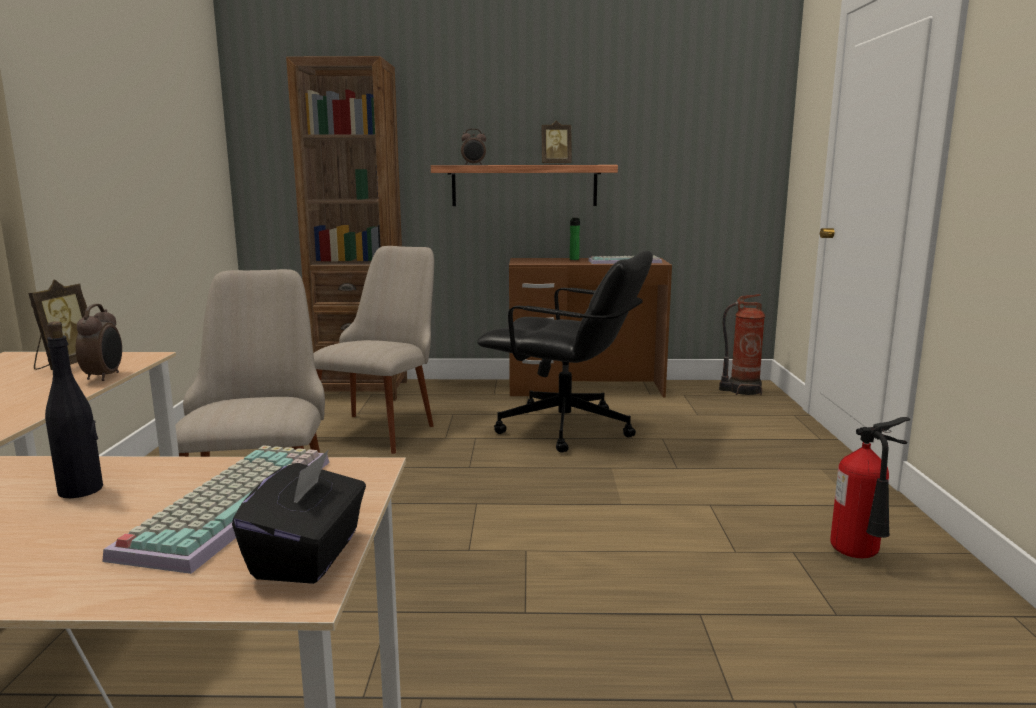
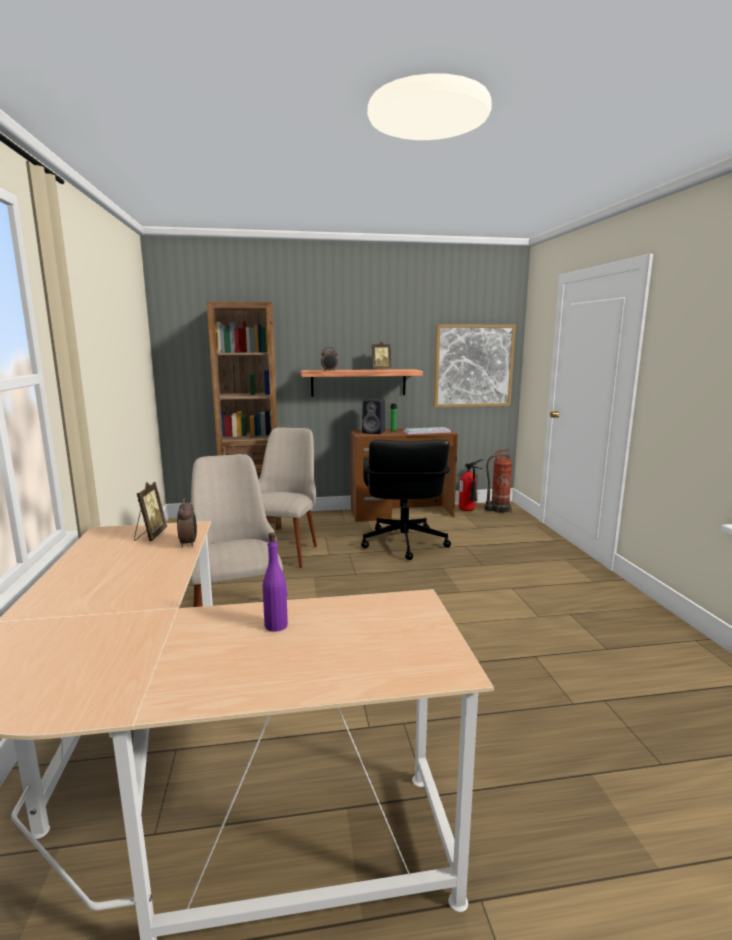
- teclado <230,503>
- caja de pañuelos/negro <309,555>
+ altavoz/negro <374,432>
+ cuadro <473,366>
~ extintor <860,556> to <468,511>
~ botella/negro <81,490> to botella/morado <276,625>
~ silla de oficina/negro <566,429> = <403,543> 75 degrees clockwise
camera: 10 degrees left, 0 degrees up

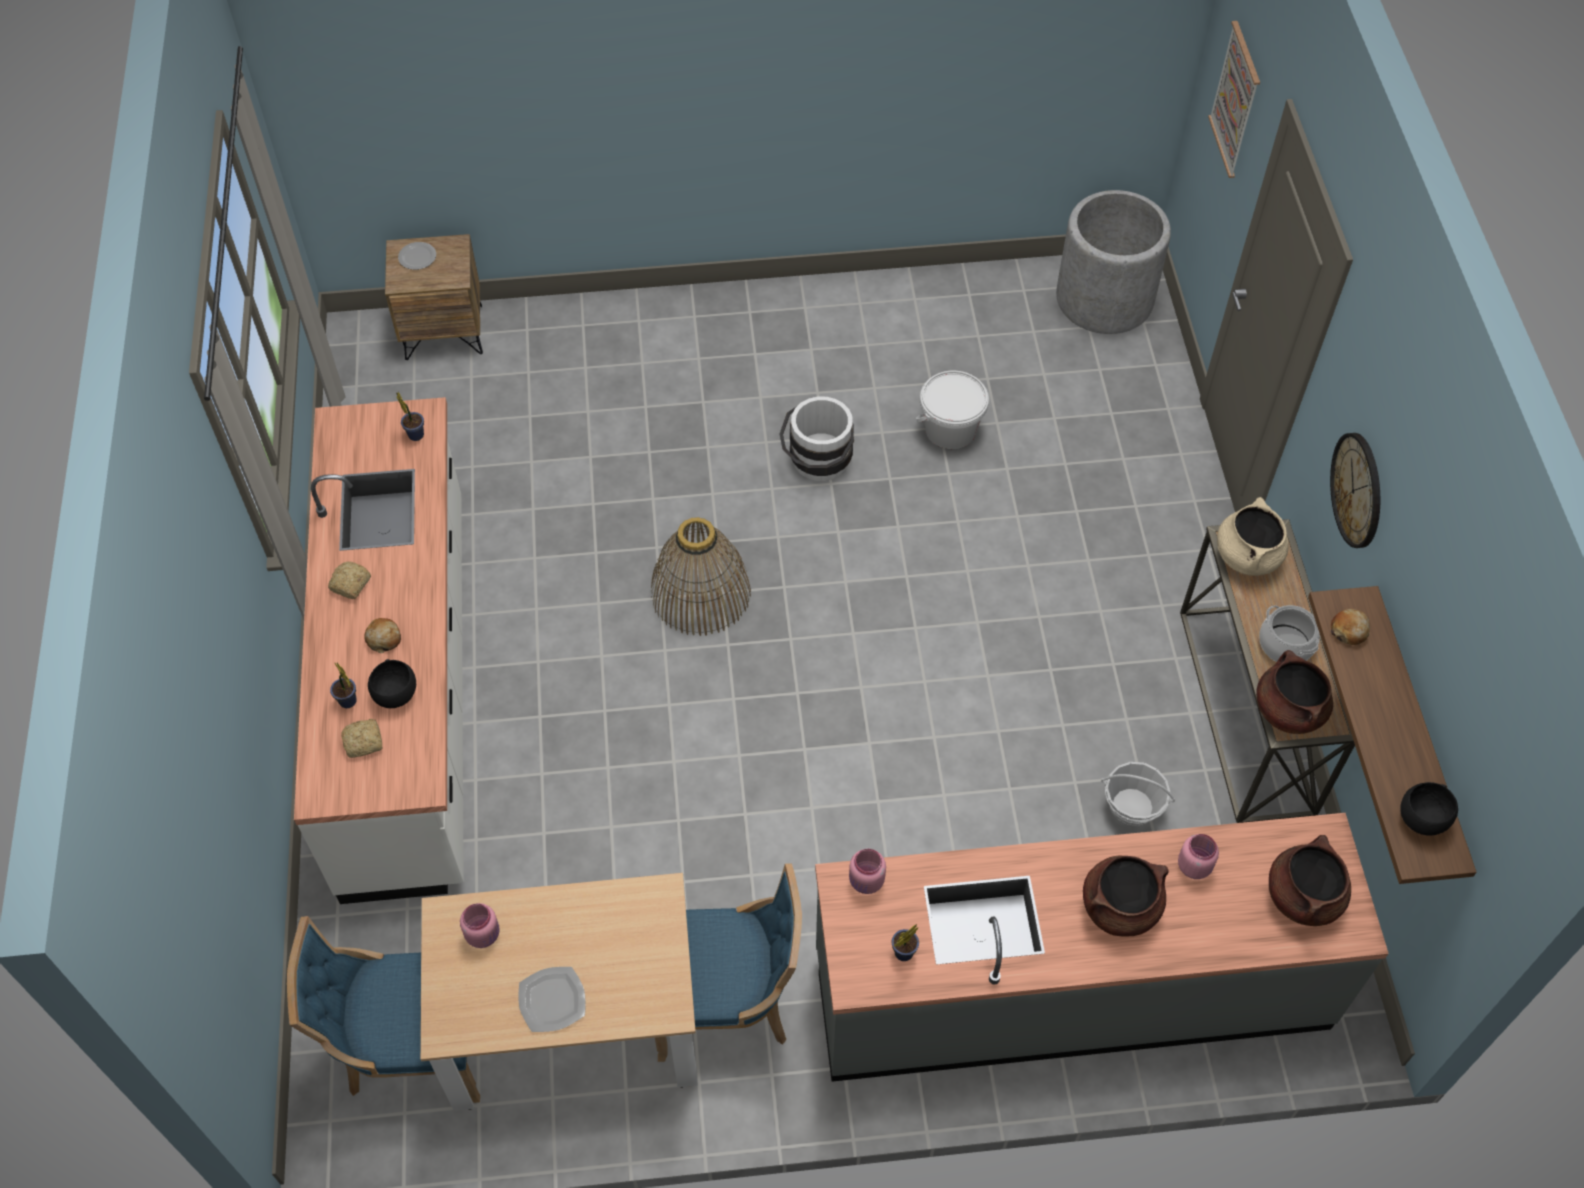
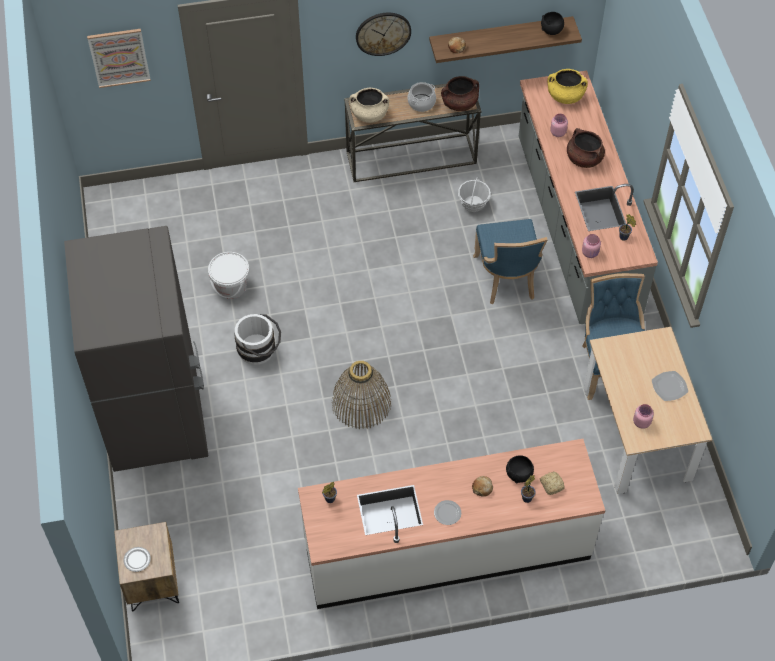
- maceta/gris <1104,299>
+ nevera/gris <156,414>
~ silla/azul <411,1047> to <507,279>
~ pan <349,585> to plato <447,513>
~ olla/marrón <1302,896> to olla/amarillo <565,96>
camera: 95 degrees left, 0 degrees up

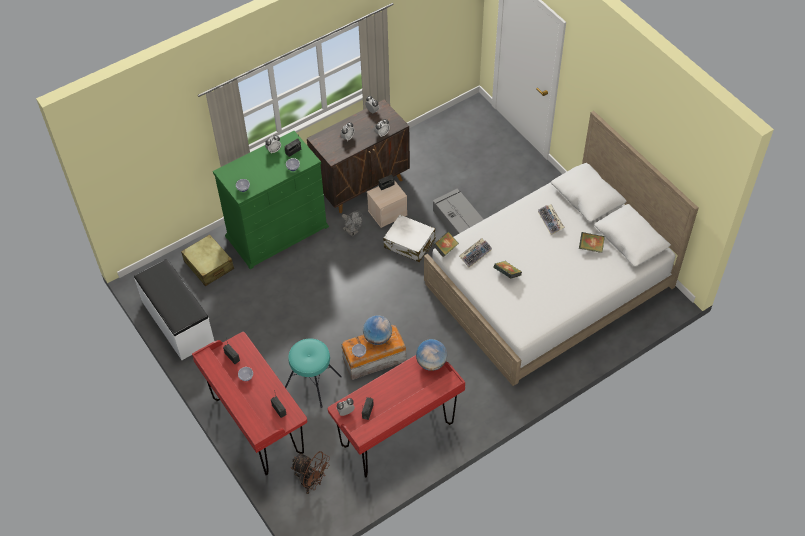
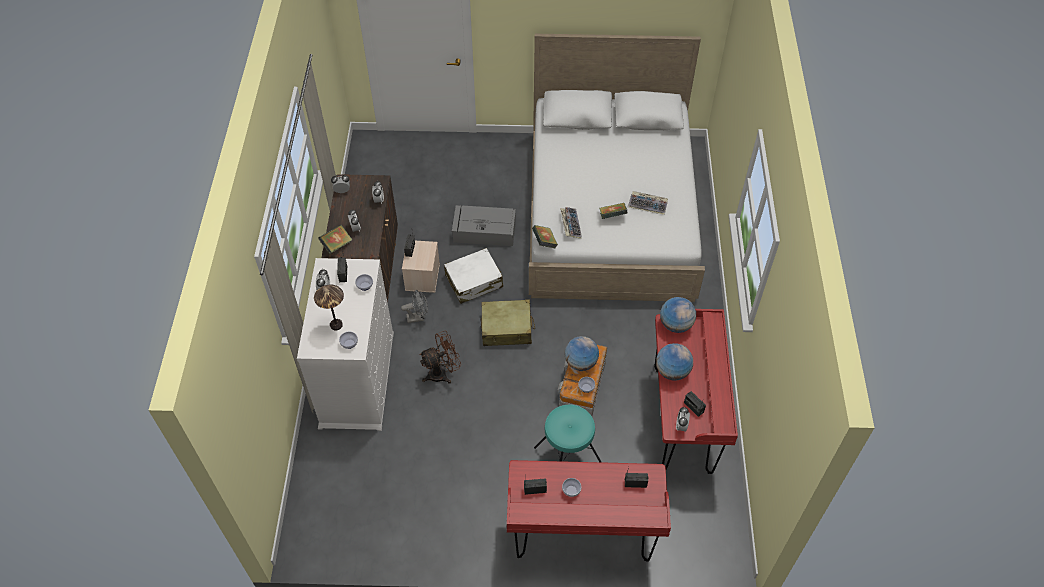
- banco/blanco <177,322>
+ lámpara de mesa <336,325>
+ globo terráqueo <672,371>
~ maleta/beis <209,265> to <507,328>
~ ventilador/marrón <312,482> to <442,373>
~ teclado <551,221> to <648,205>
~ libro <591,247> to <337,245>
~ cómoda/verde <277,231> to cómoda/blanco <357,378>
camera: 55 degrees left, 0 degrees up

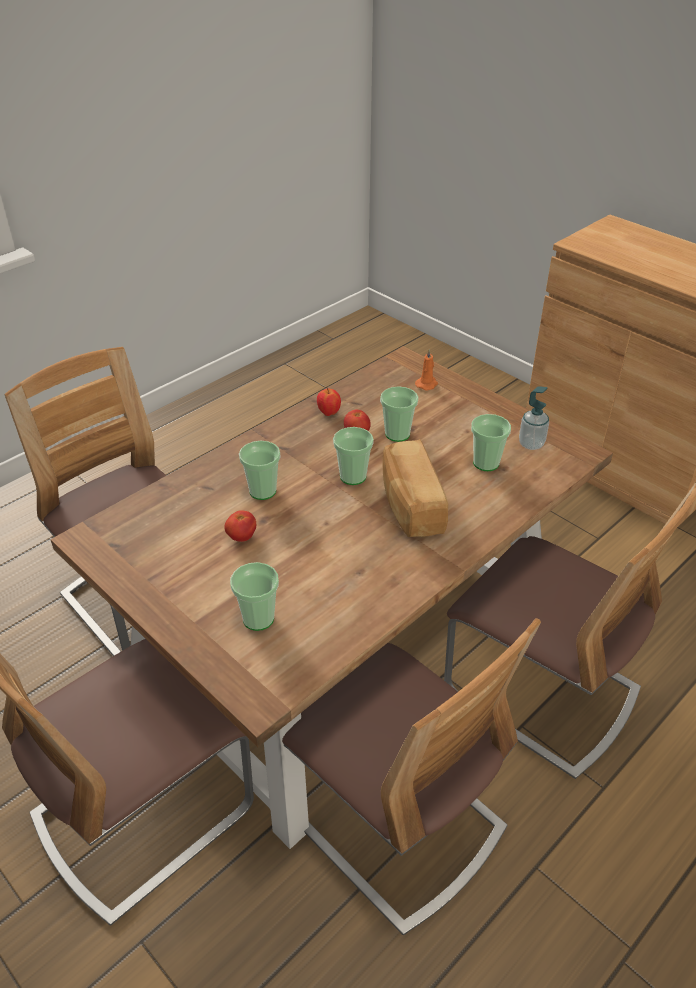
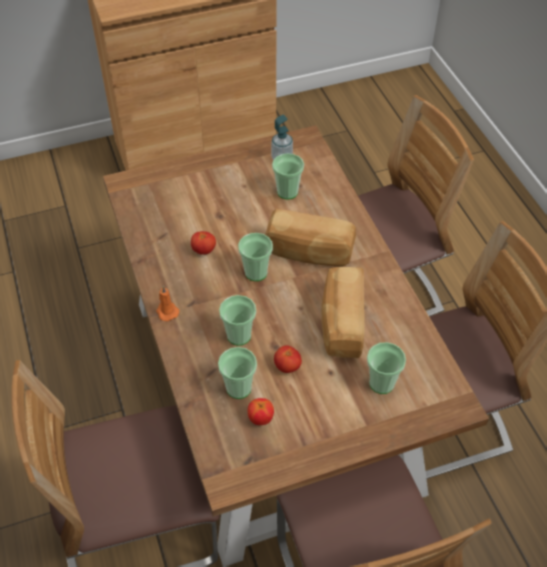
+ pan <341,323>
~ manzana <329,413> to <260,419>
~ taza <397,434> to <239,388>
~ vela/naranja <427,384> to <167,311>
camera: 65 degrees left, 10 degrees up

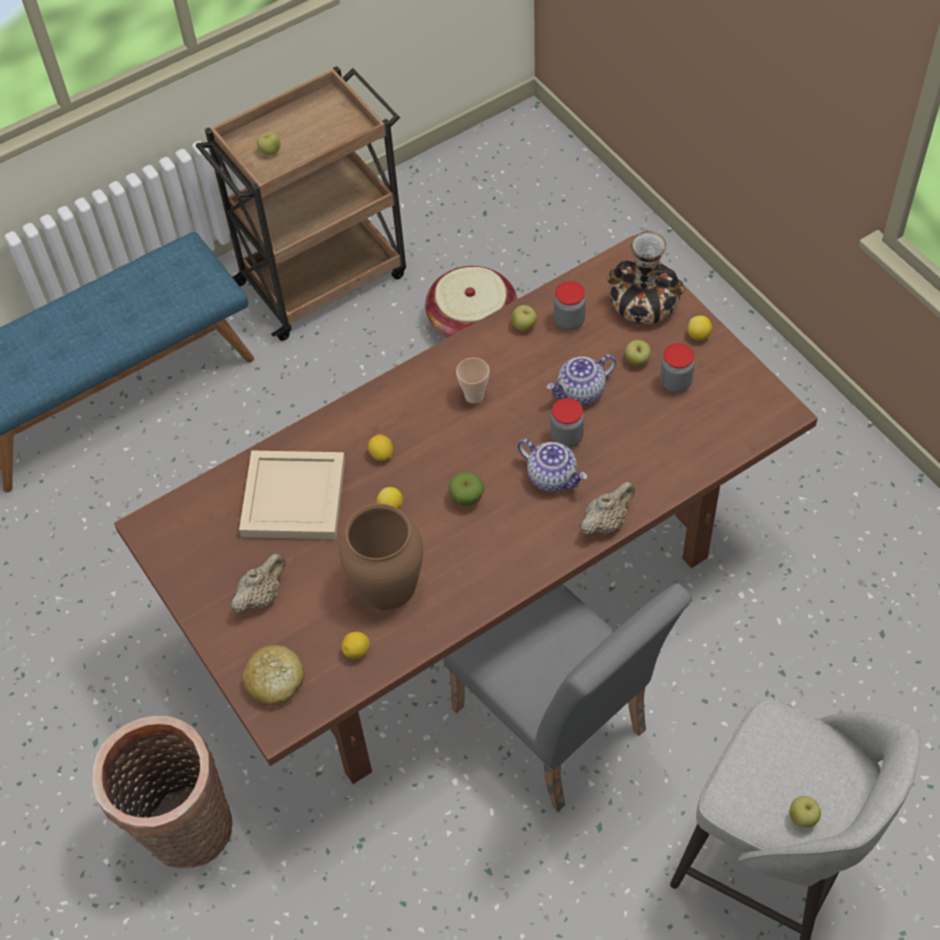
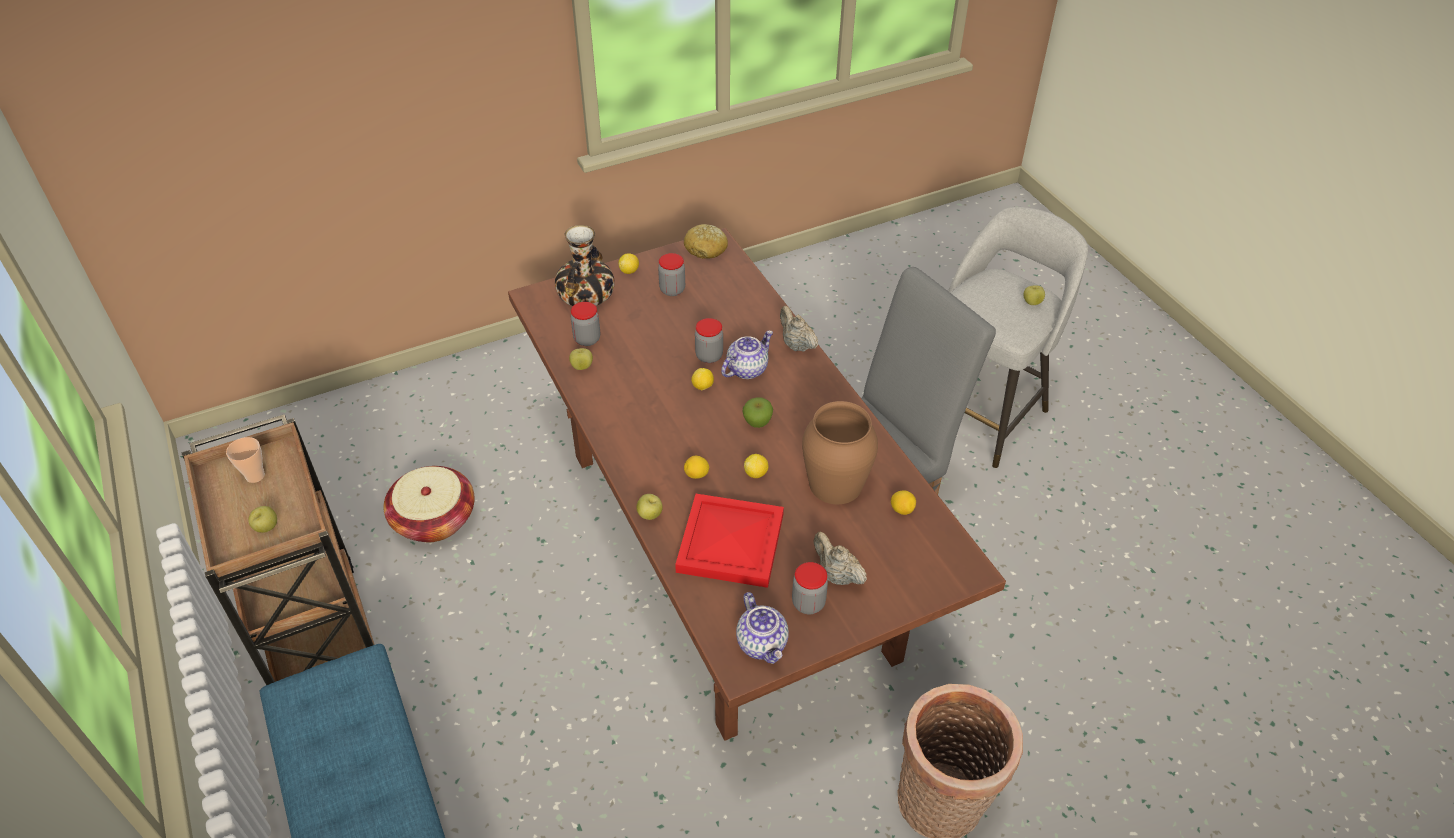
+ limón <703,387>
+ tarro <808,603>
~ pan <275,681> to <706,248>
~ taza <474,396> to <255,476>
~ tetera <581,392> to <762,643>
~ manzana <637,360> to <650,515>
~ bandeja/beis <292,499> to bandeja/rojo <731,544>
camera: 85 degrees left, 10 degrees down

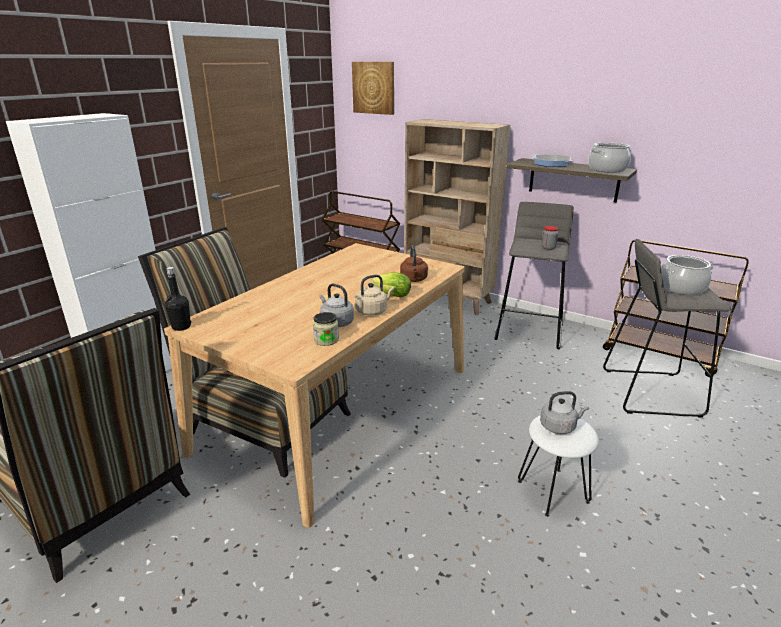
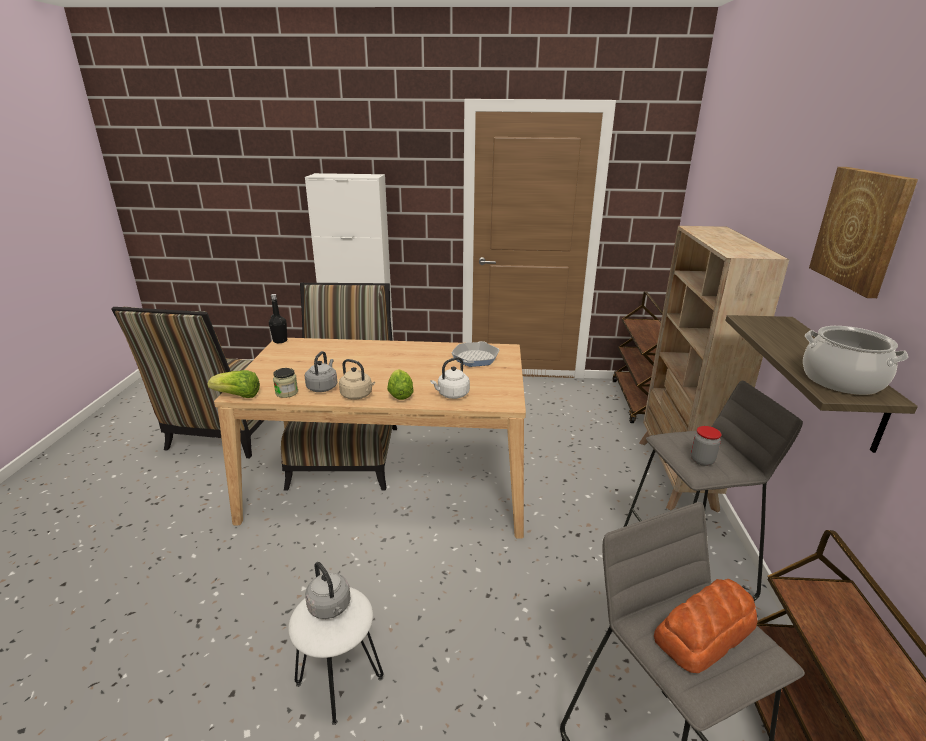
+ lechuga <238,396>
~ cuadro <374,88> to <861,229>
~ sartén <551,164> to <475,358>
~ olla <681,287> to pan <706,632>
~ hervidor/marrón <413,280> to hervidor/blanco <451,395>
camera: 60 degrees right, 0 degrees up

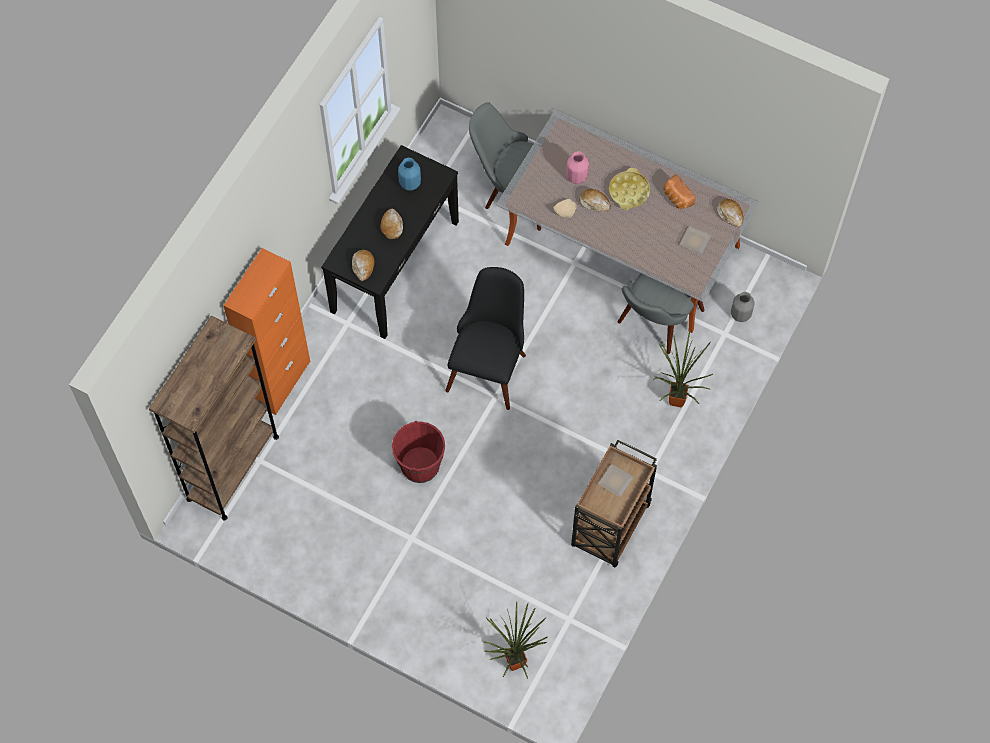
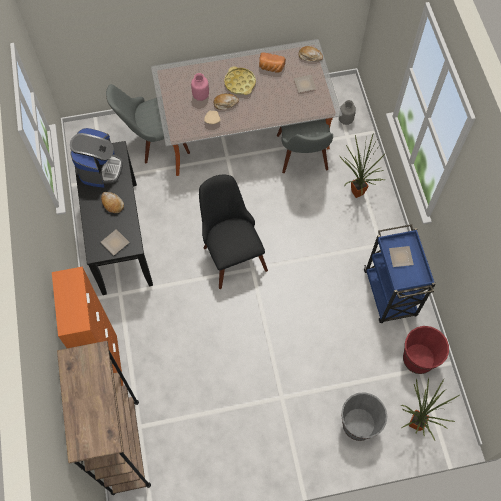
+ cubo/gris <358,424>
~ cubo/rojo <420,465> to <418,359>
~ pan <363,266> to plato <116,243>
~ florero/azul <410,183> to cafetera <100,168>
~ carrito/marrón <610,527> to carrito/azul <390,294>
camera: 40 degrees left, 0 degrees up

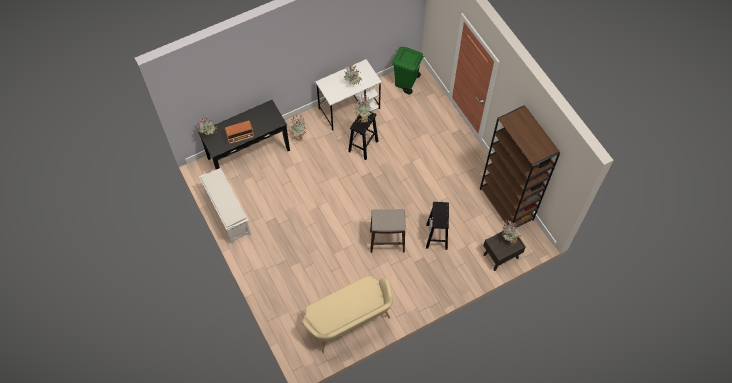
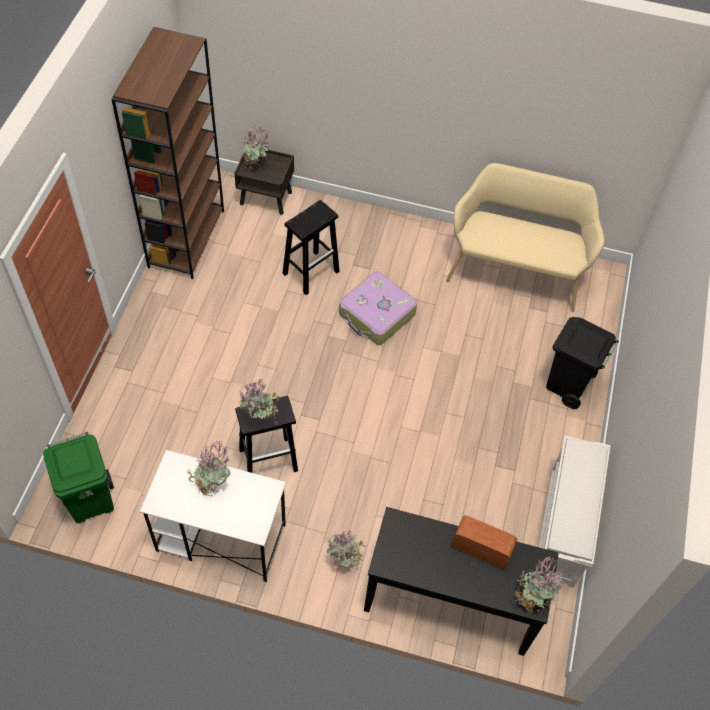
+ papelera/negro <567,385>
~ taburete <387,241> to maleta <376,315>
camera: 140 degrees left, 5 degrees down

